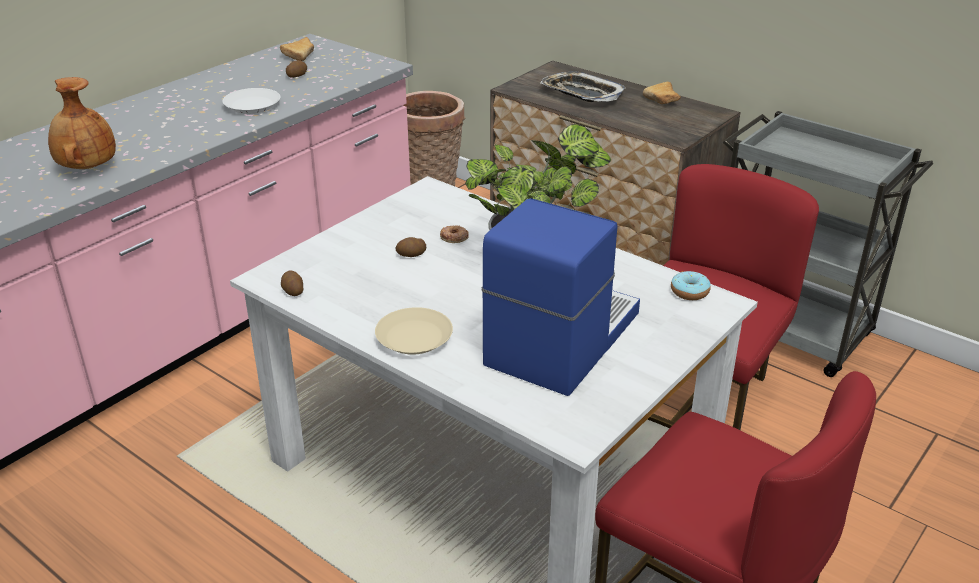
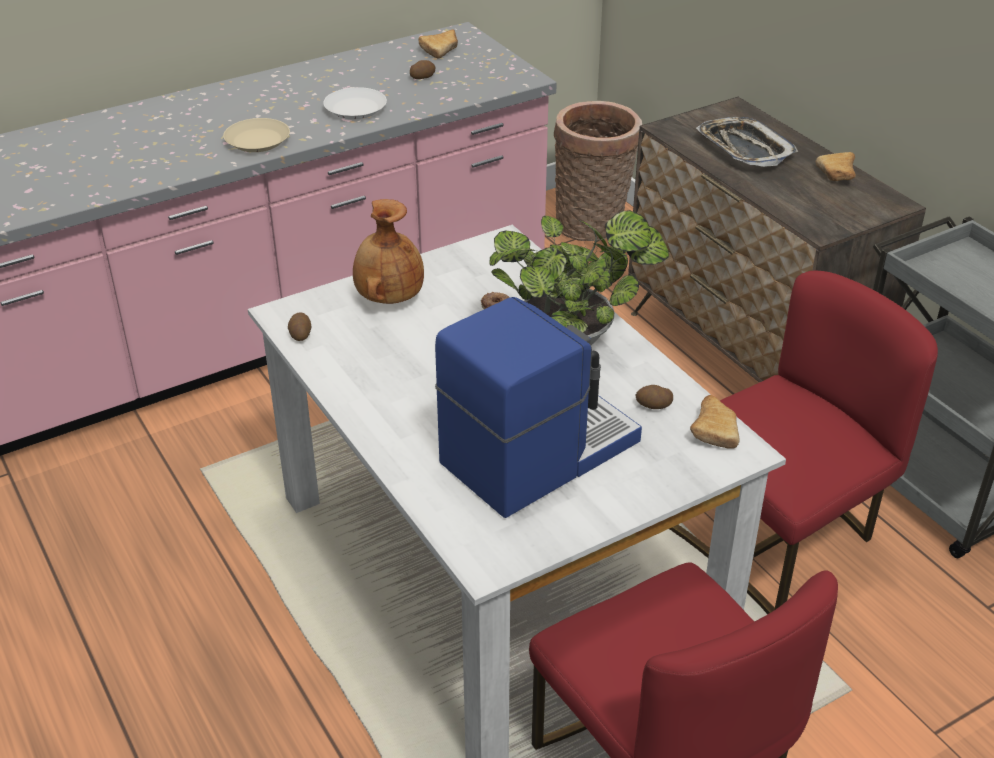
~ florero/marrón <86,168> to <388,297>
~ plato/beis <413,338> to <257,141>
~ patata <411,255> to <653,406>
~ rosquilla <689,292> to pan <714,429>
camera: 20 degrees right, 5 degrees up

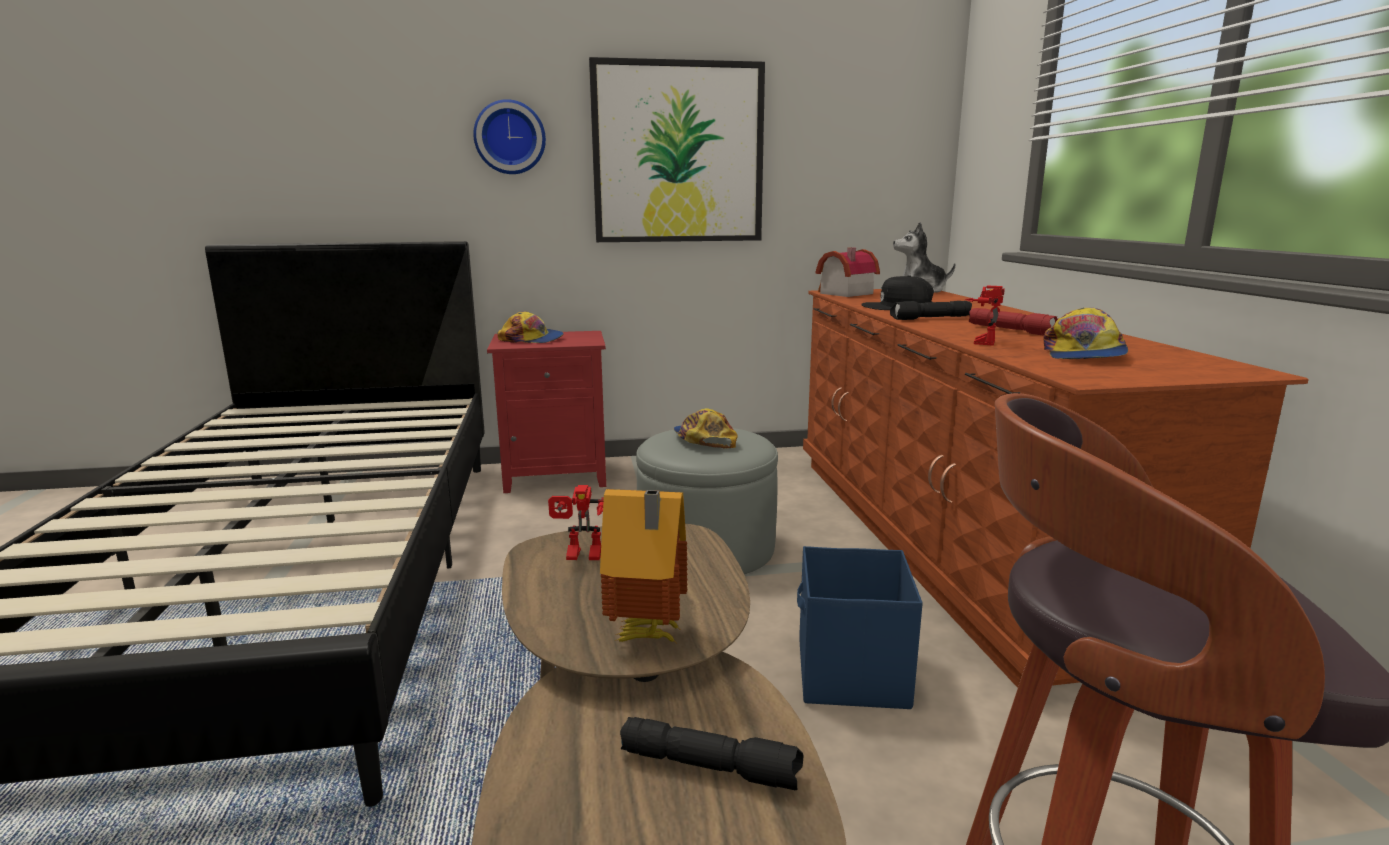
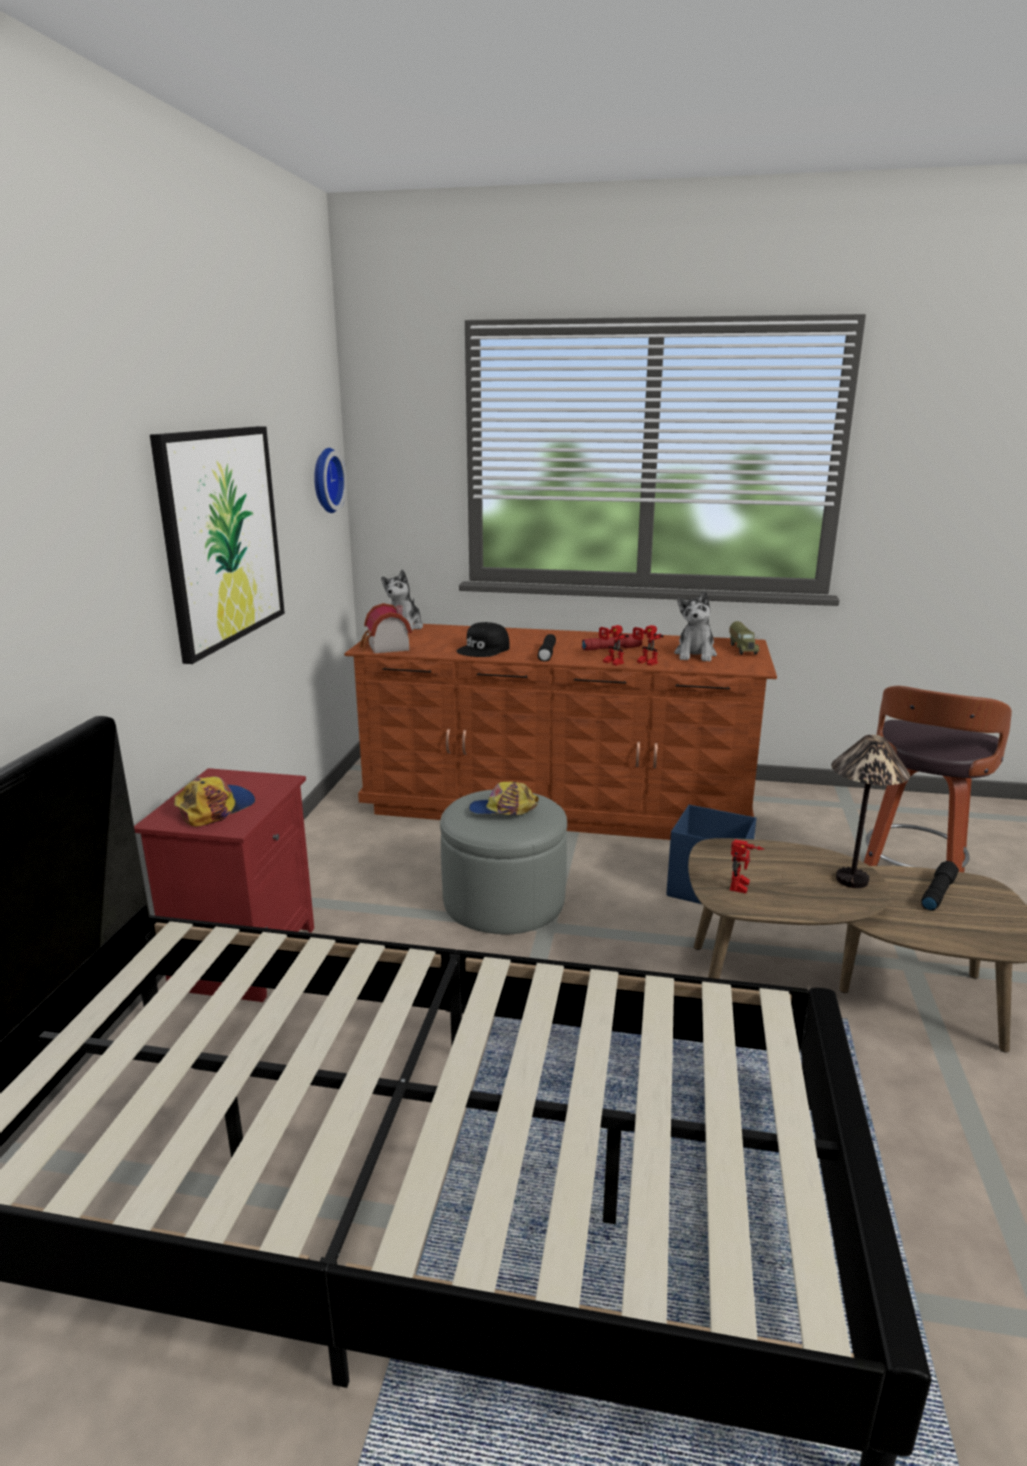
+ robot de juguete <610,662>
+ camión de juguete <743,648>
~ reloj de pared <510,137> to <324,480>
~ casita <647,637> to lámpara de mesa <852,880>
~ gorra <1083,354> to peluche <695,654>
camera: 70 degrees left, 5 degrees up

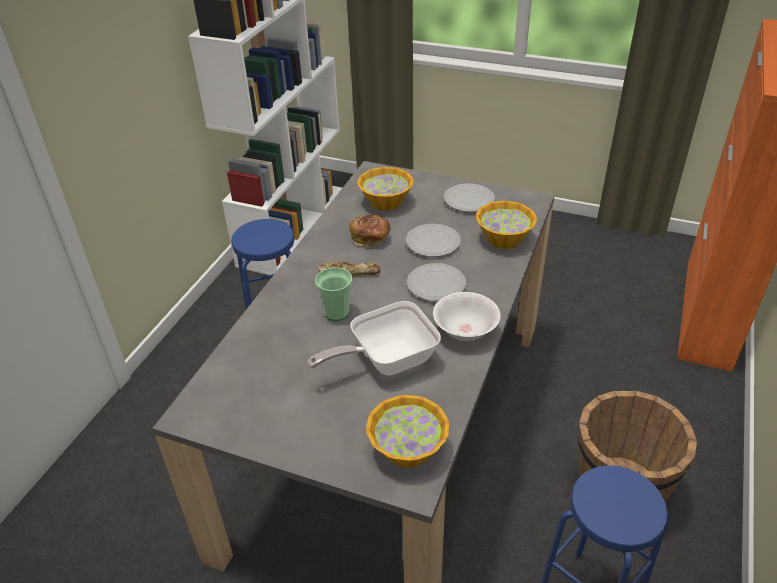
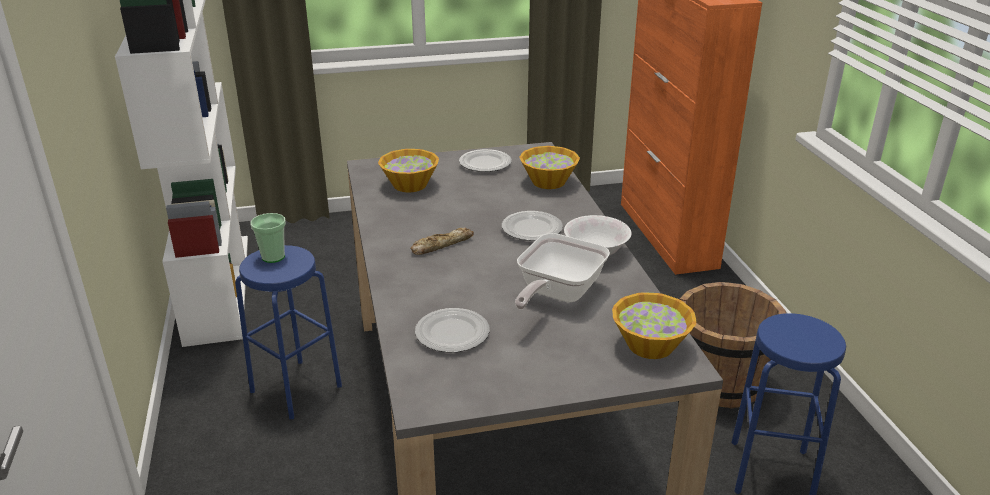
- pan <370,238>
~ taza <336,313> to <273,257>
~ plato <433,243> to <453,334>
camera: 35 degrees left, 10 degrees down

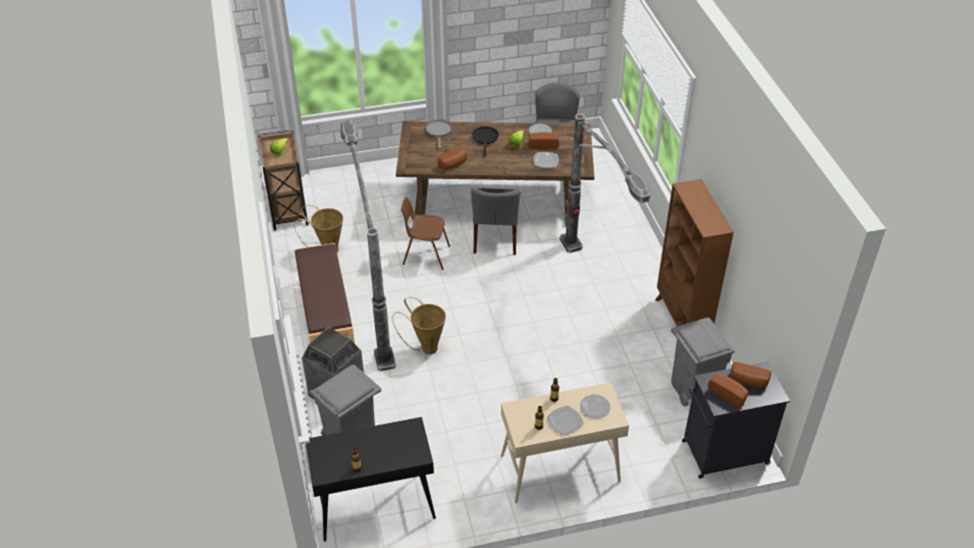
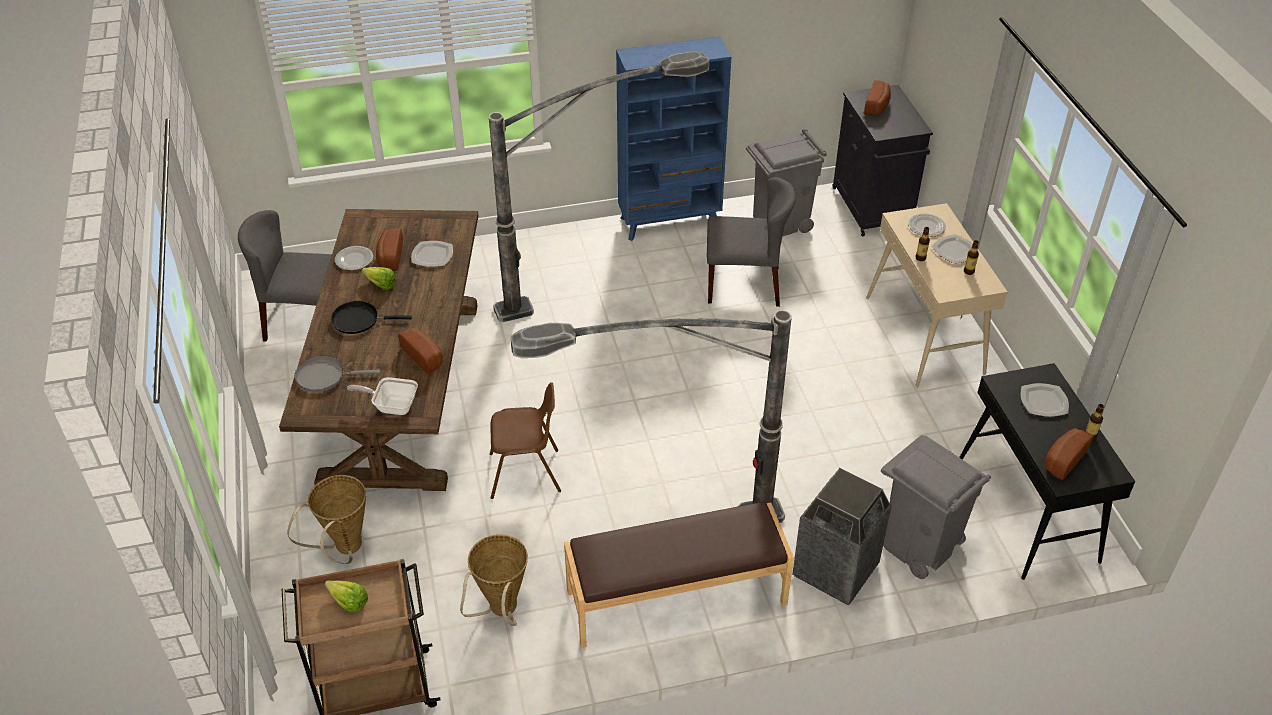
+ sartén <392,405>
+ plato <1044,402>
~ cesta <426,347> to <344,550>
~ silla/gris <496,238> to <744,285>
~ pan <728,393> to <1063,459>
~ estantería/marrón <681,322> to estantería/azul <670,222>
~ silla/marrón <425,255> = <526,473> 105 degrees counterclockwise
camera: 90 degrees left, 0 degrees up

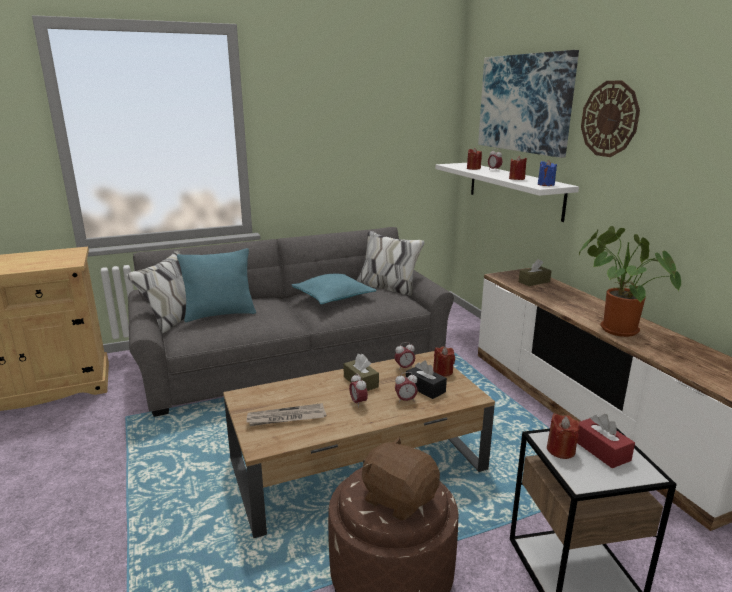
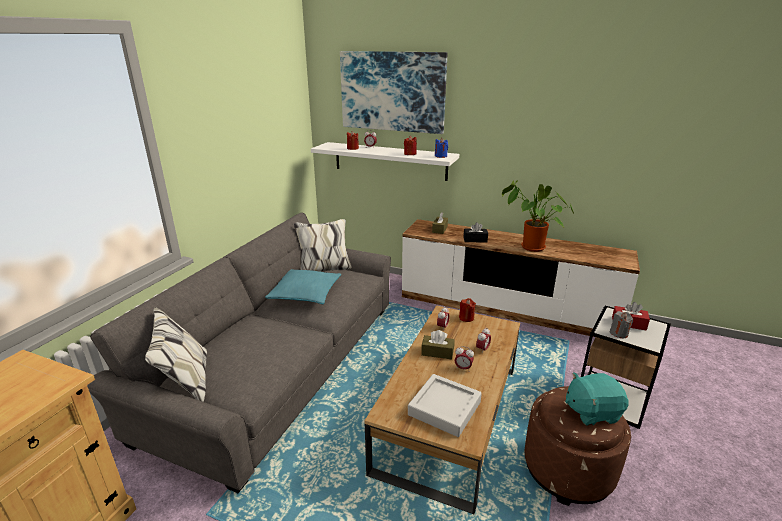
- cojín/turquesa <220,314>
- reloj de pared <609,119>
~ caja de pañuelos/negro <425,388> to <475,240>
~ periódico <286,418> to bandeja/gris <444,408>
~ peluche/marrón <399,498> to peluche/turquesa <592,411>
~ vela/rojo <560,450> to vela/gris <619,333>
camera: 45 degrees left, 5 degrees up

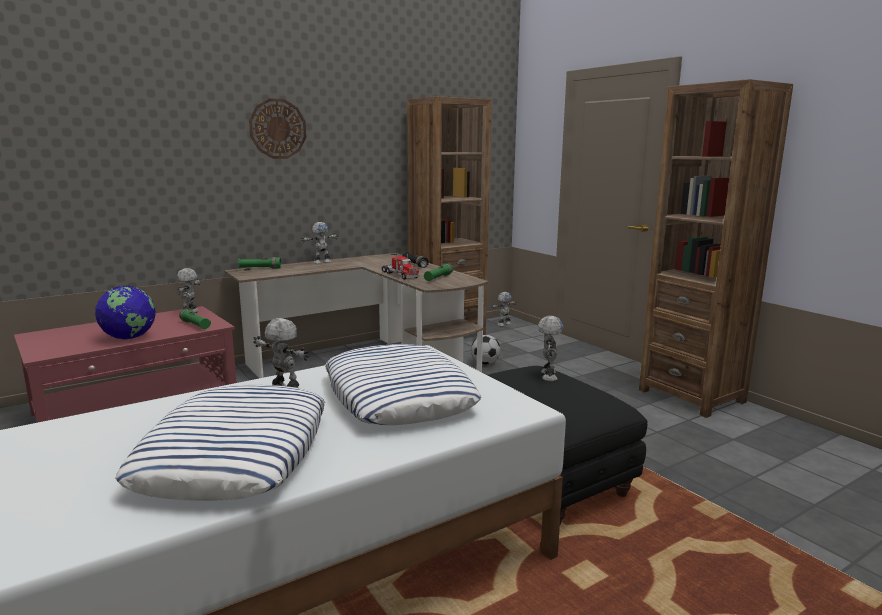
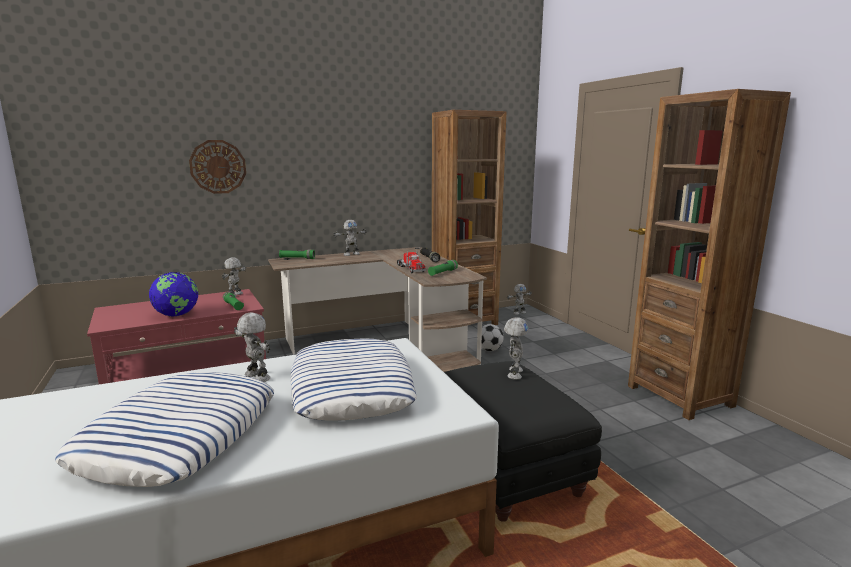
~ reloj de pared <278,129> to <218,167>
camera: 10 degrees right, 0 degrees up

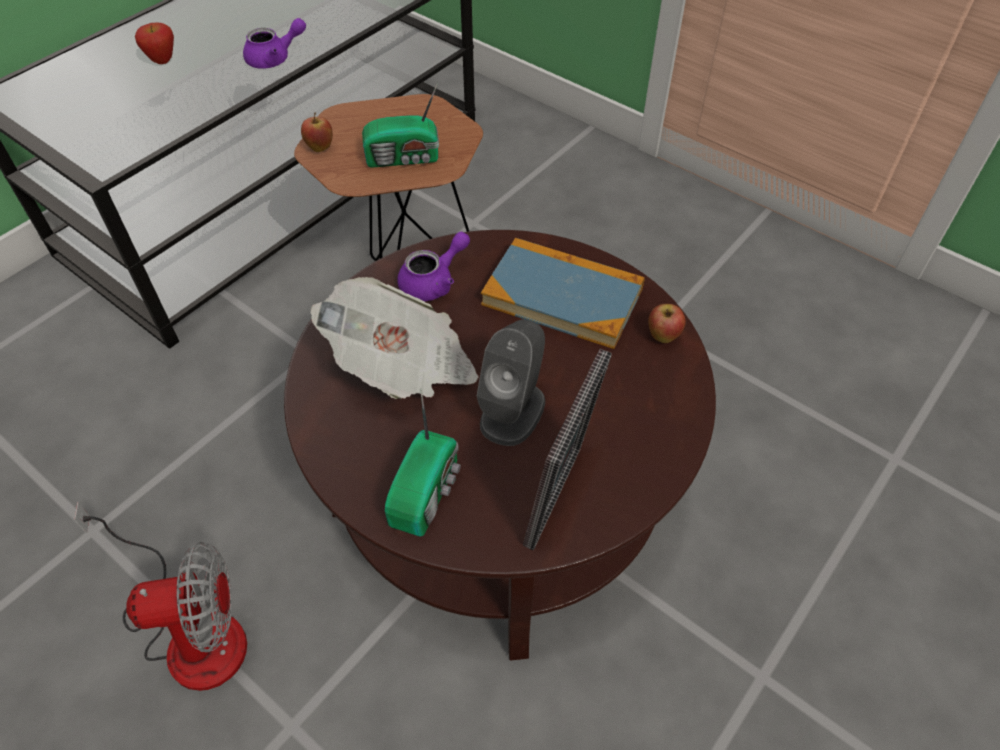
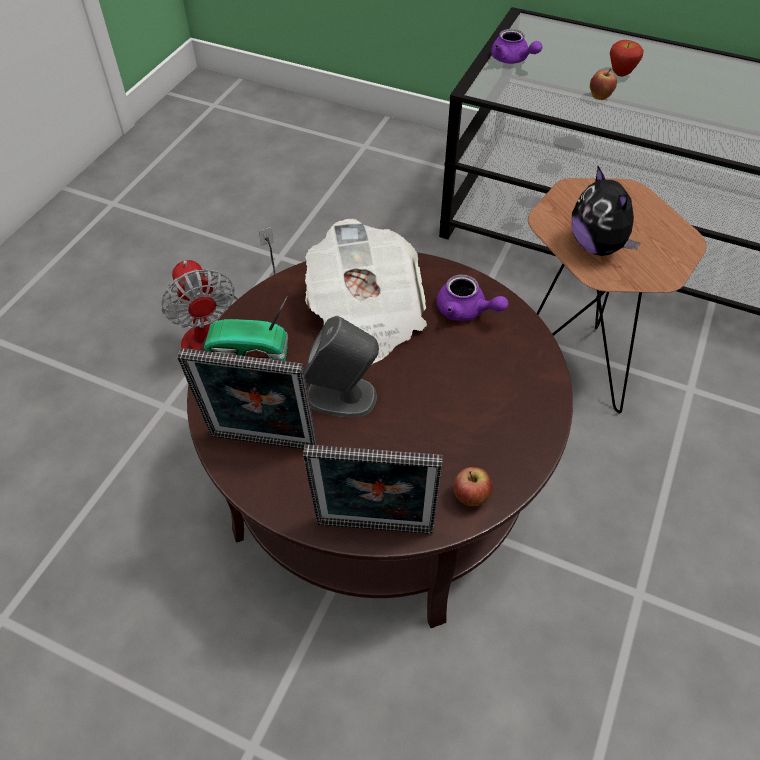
- libro <562,296>
+ portarretratos <374,531>
~ tetera/morado <275,59> to <512,60>
~ manzana <320,148> to <599,97>
~ radio <405,158> to peluche <598,246>
camera: 75 degrees right, 0 degrees up

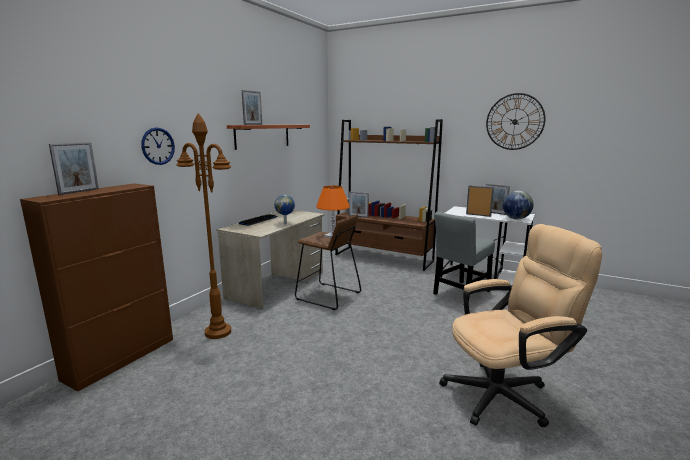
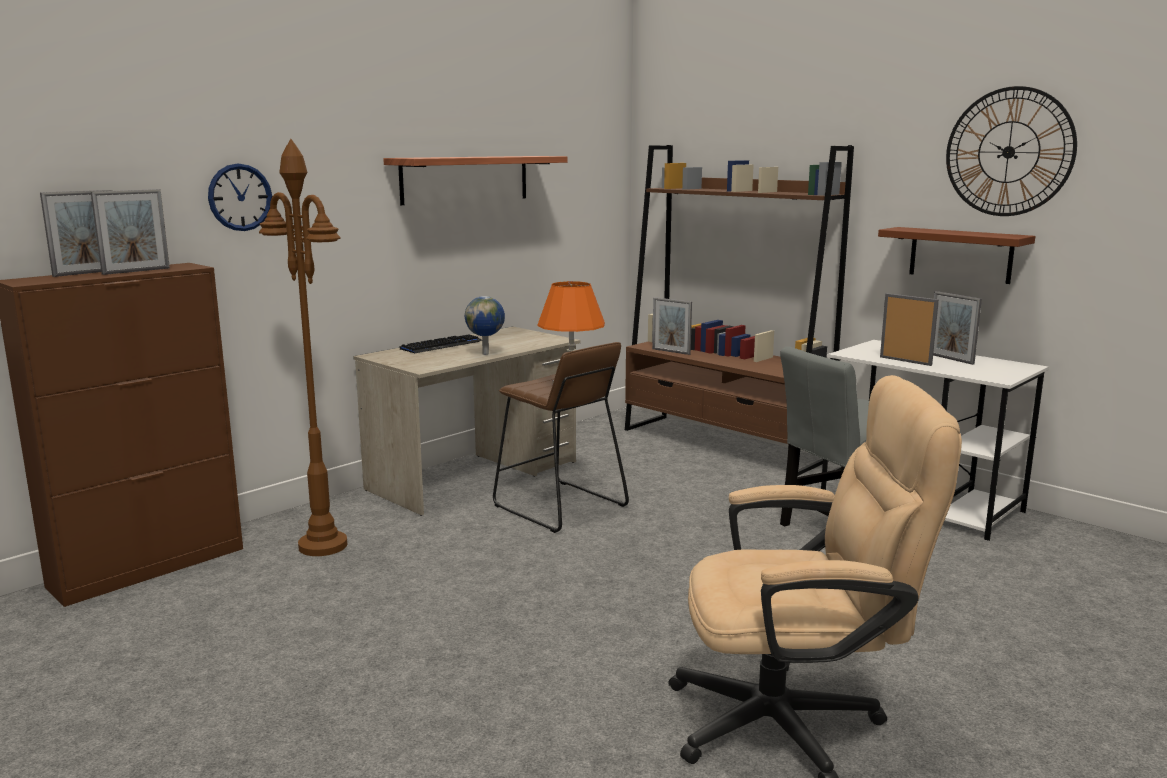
- globo terráqueo <516,219>
+ estante/marrón <960,255>
~ portarretratos <253,124> to <136,271>
camera: 15 degrees right, 0 degrees up

